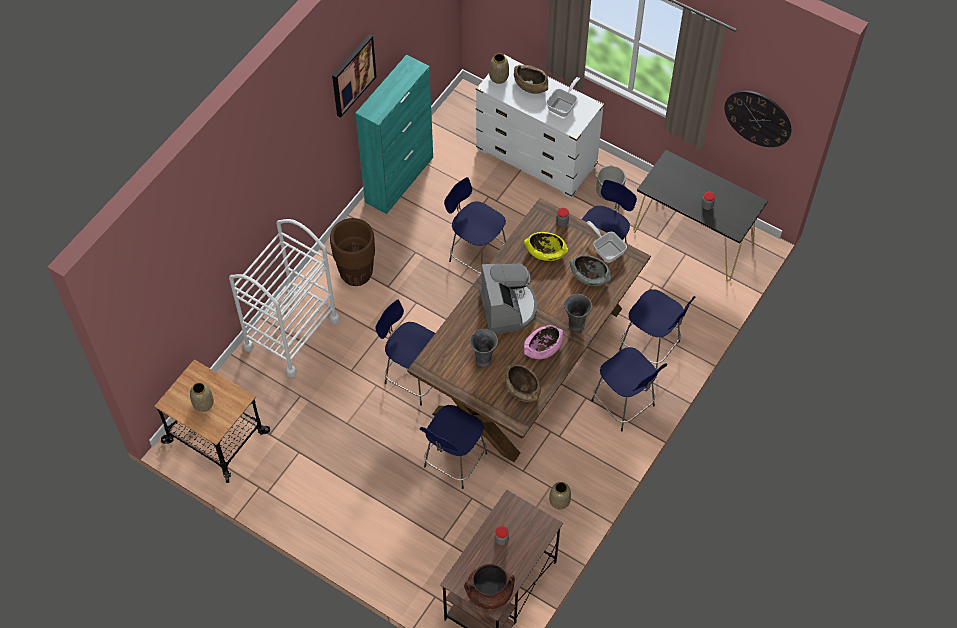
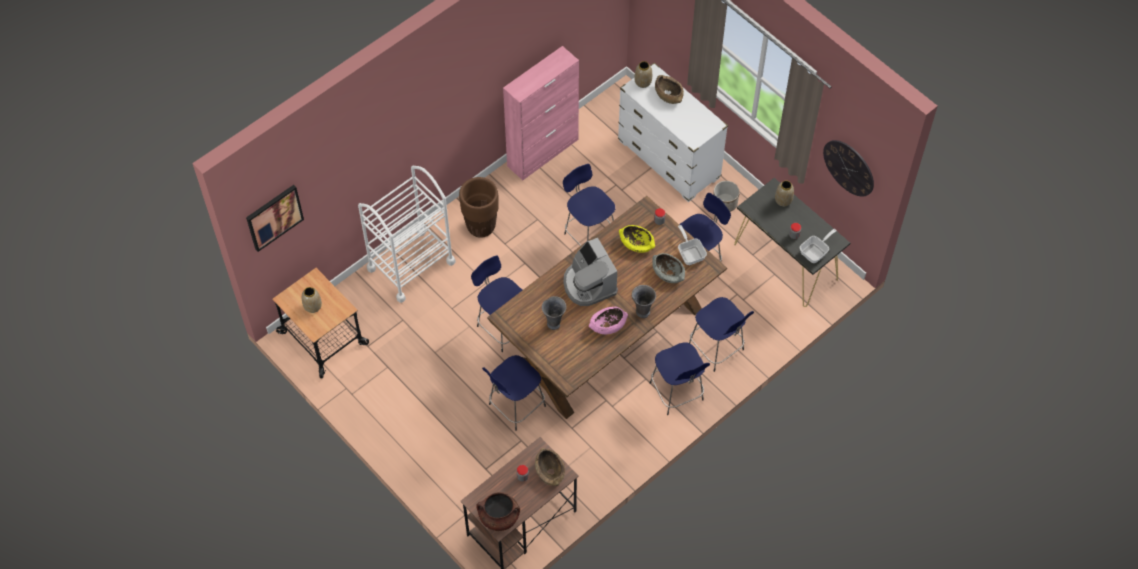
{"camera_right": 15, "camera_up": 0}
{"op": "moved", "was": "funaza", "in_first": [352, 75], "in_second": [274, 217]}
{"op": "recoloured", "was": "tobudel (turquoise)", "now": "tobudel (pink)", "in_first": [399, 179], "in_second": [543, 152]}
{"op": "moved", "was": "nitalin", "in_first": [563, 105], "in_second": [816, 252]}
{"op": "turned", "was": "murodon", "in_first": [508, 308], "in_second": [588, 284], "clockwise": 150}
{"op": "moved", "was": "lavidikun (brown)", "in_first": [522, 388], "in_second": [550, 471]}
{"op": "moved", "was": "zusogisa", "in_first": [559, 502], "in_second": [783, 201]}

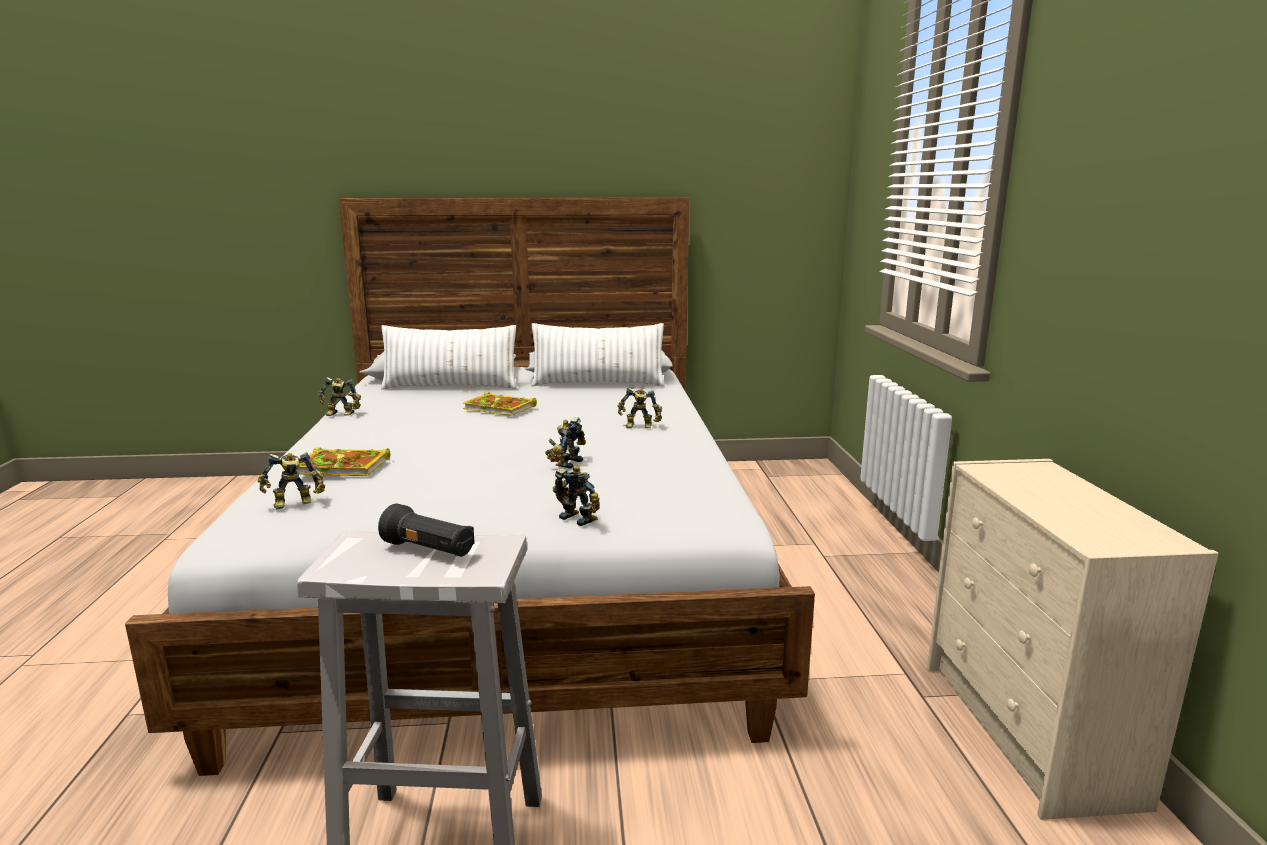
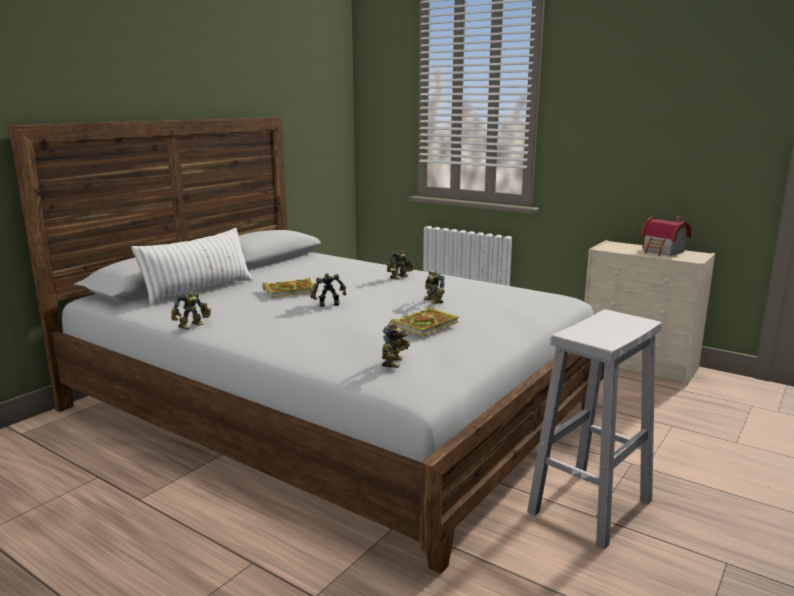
{"camera_right": -50, "camera_up": 0}
{"op": "removed", "was": "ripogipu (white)", "in_first": [598, 384]}
{"op": "moved", "was": "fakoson", "in_first": [345, 467], "in_second": [426, 325]}
{"op": "moved", "was": "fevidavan", "in_first": [579, 517], "in_second": [328, 303]}
{"op": "removed", "was": "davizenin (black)", "in_first": [429, 550]}
{"op": "added", "now": "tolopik", "in_second": [663, 252]}

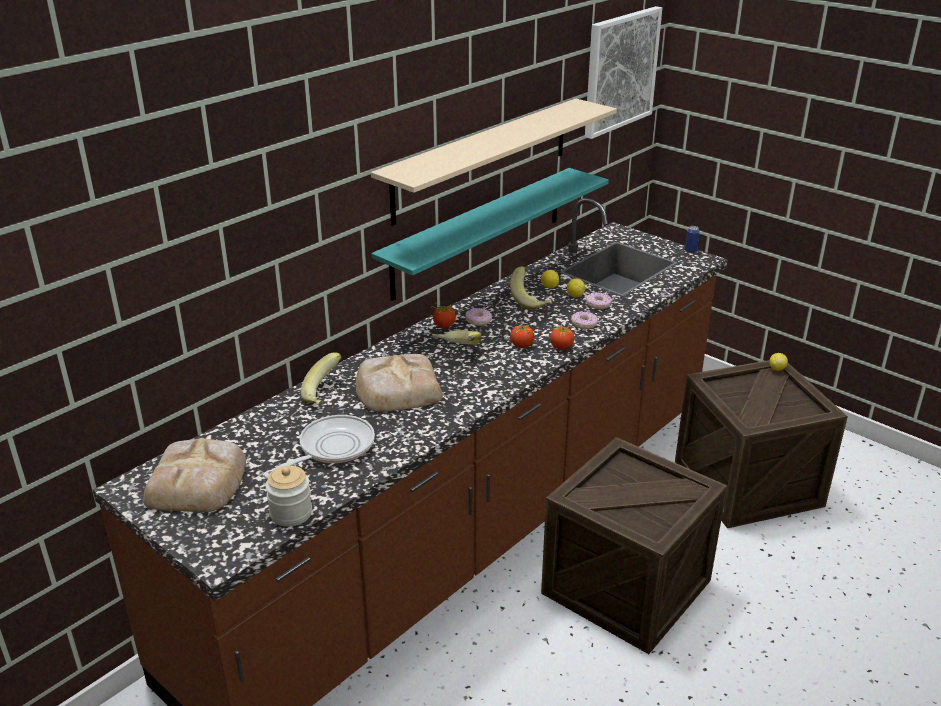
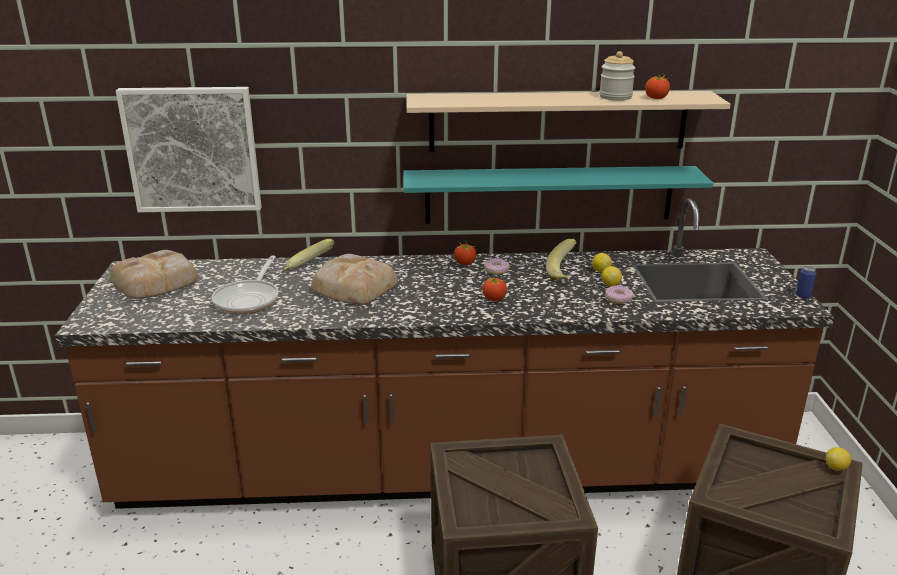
{"camera_right": 45, "camera_up": -5}
{"op": "moved", "was": "funaza", "in_first": [620, 71], "in_second": [192, 149]}
{"op": "removed", "was": "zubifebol", "in_first": [584, 324]}
{"op": "moved", "was": "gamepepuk", "in_first": [561, 347], "in_second": [656, 98]}
{"op": "removed", "was": "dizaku", "in_first": [455, 350]}
{"op": "turned", "was": "nitalin", "in_first": [331, 448], "in_second": [249, 299], "clockwise": 105}
{"op": "moved", "was": "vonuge", "in_first": [291, 513], "in_second": [615, 97]}

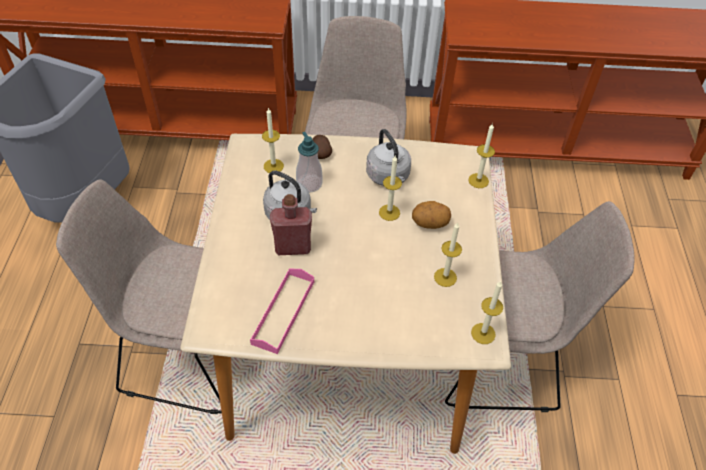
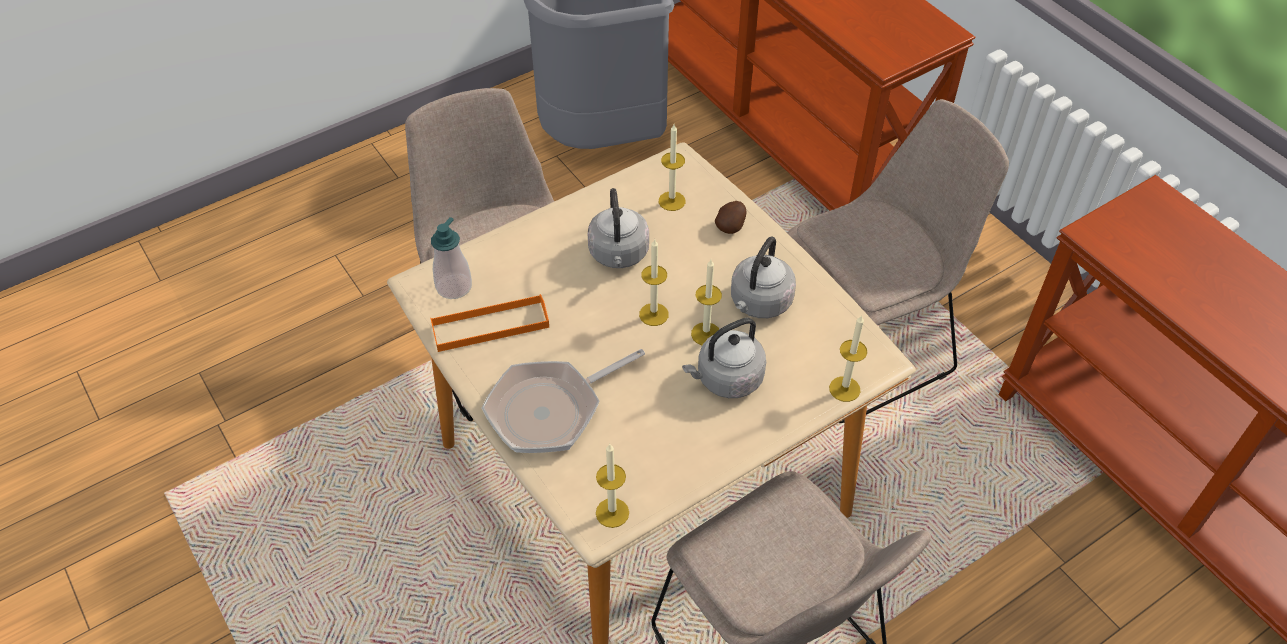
{"camera_right": 55, "camera_up": 0}
{"op": "moved", "was": "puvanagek", "in_first": [309, 184], "in_second": [454, 287]}
{"op": "removed", "was": "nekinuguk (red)", "in_first": [293, 247]}
{"op": "replaced", "was": "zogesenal", "now": "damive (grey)", "in_first": [430, 223], "in_second": [726, 379]}
{"op": "moved", "was": "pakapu", "in_first": [445, 277], "in_second": [653, 314]}
{"op": "recoloured", "was": "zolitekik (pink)", "now": "zolitekik (orange)", "in_first": [283, 312], "in_second": [490, 326]}
{"op": "added", "now": "nitalin", "in_second": [551, 410]}

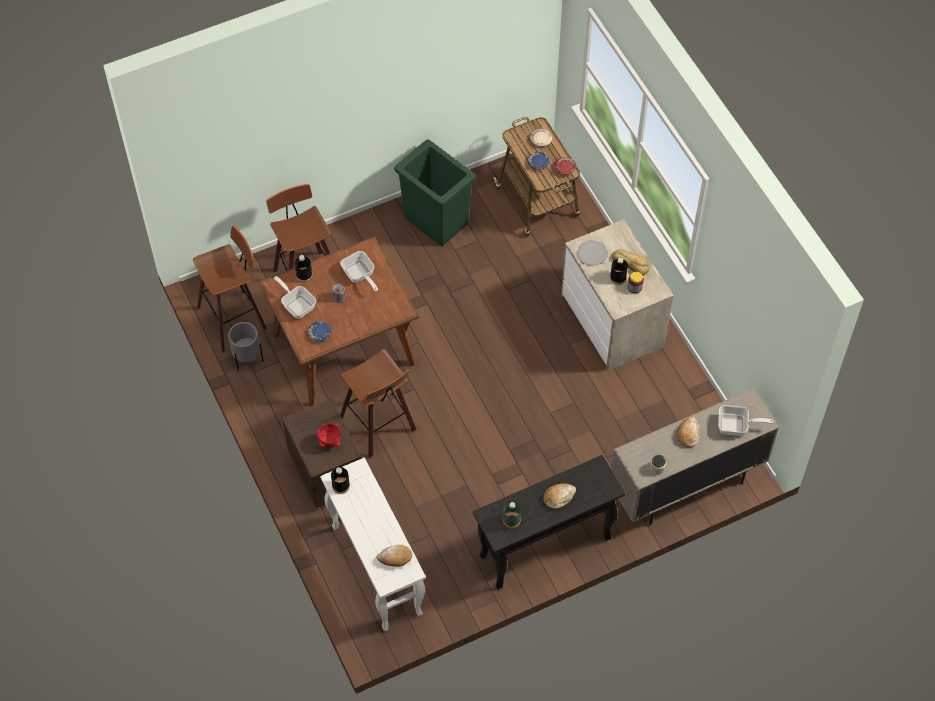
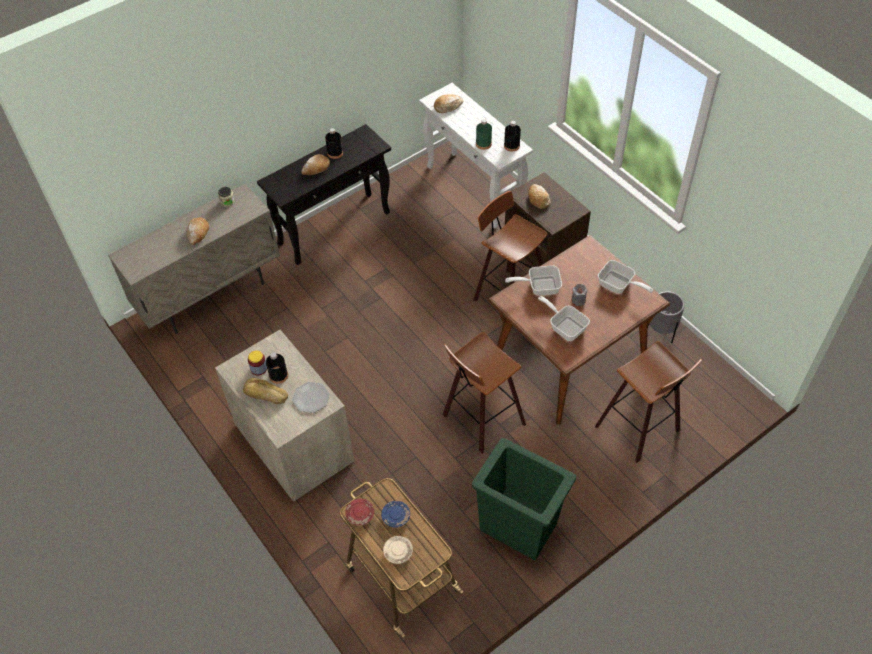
{"camera_right": 170, "camera_up": -5}
{"op": "moved", "was": "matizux", "in_first": [234, 318], "in_second": [481, 420]}
{"op": "moved", "was": "nekinuguk (black)", "in_first": [304, 275], "in_second": [335, 153]}
{"op": "removed", "was": "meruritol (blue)", "in_first": [320, 334]}
{"op": "moved", "was": "nitalin", "in_first": [736, 426], "in_second": [539, 287]}
{"op": "replaced", "was": "lavidikun (red)", "now": "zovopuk", "in_first": [330, 443], "in_second": [538, 199]}
{"op": "moved", "was": "nekinuguk (green)", "in_first": [511, 520], "in_second": [483, 144]}

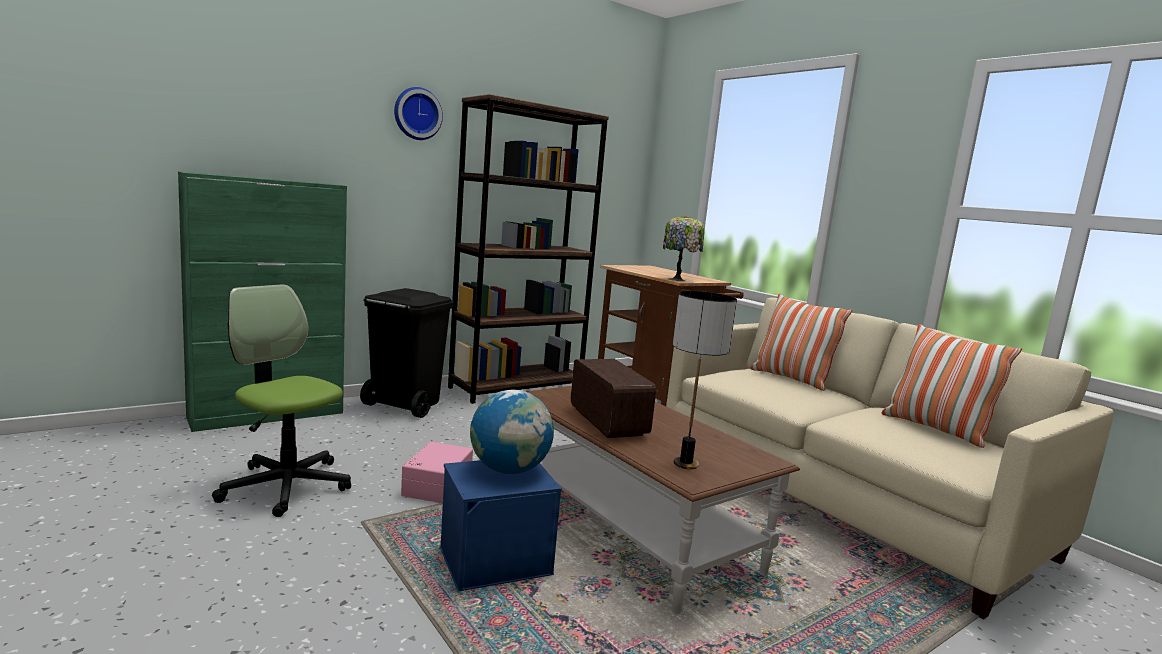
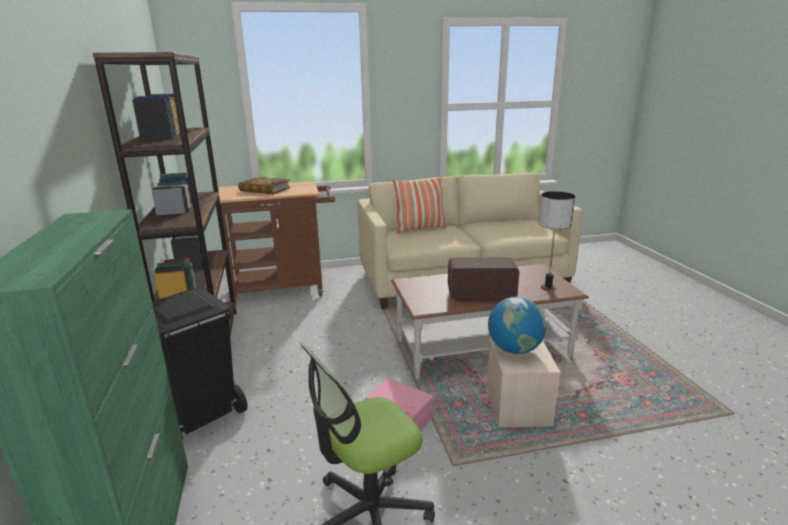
{"camera_right": -65, "camera_up": 10}
{"op": "removed", "was": "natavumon", "in_first": [417, 114]}
{"op": "removed", "was": "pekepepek", "in_first": [678, 280]}
{"op": "removed", "was": "ripogipu", "in_first": [935, 429]}
{"op": "recoloured", "was": "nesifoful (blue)", "now": "nesifoful (beige)", "in_first": [496, 561], "in_second": [516, 406]}
{"op": "added", "now": "fakoson", "in_second": [265, 189]}

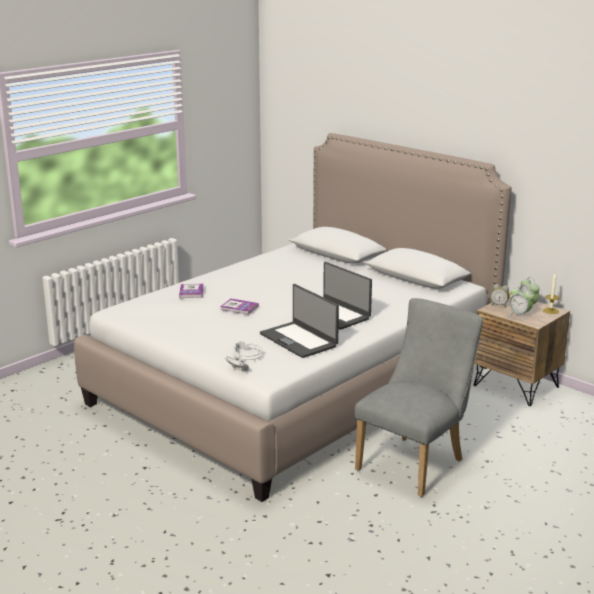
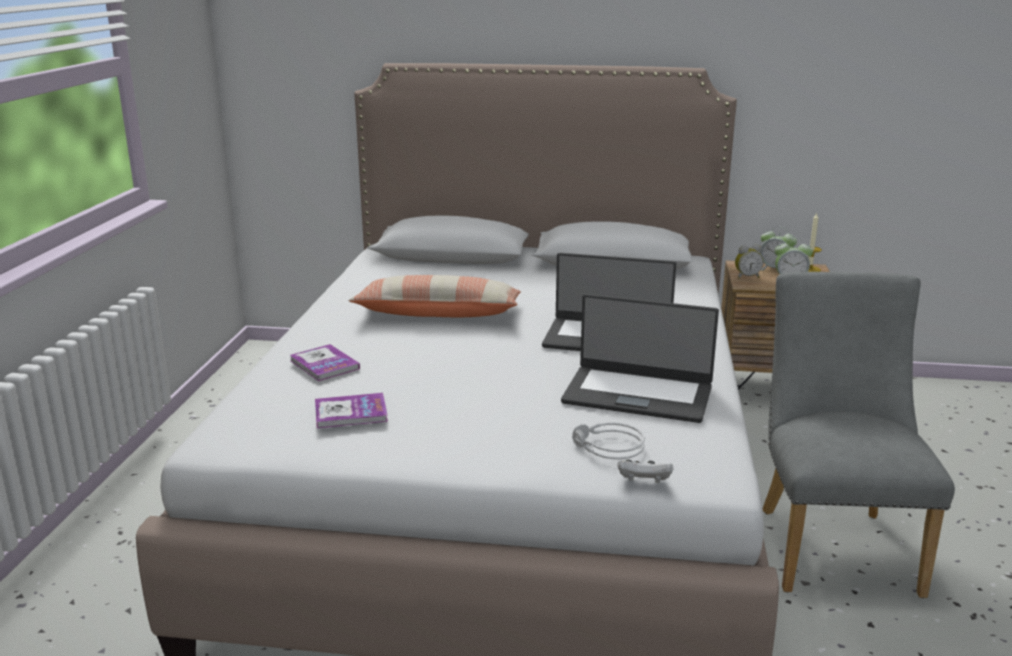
{"camera_right": -35, "camera_up": 0}
{"op": "moved", "was": "fakoson", "in_first": [239, 307], "in_second": [351, 413]}
{"op": "added", "now": "ripogipu", "in_second": [438, 314]}

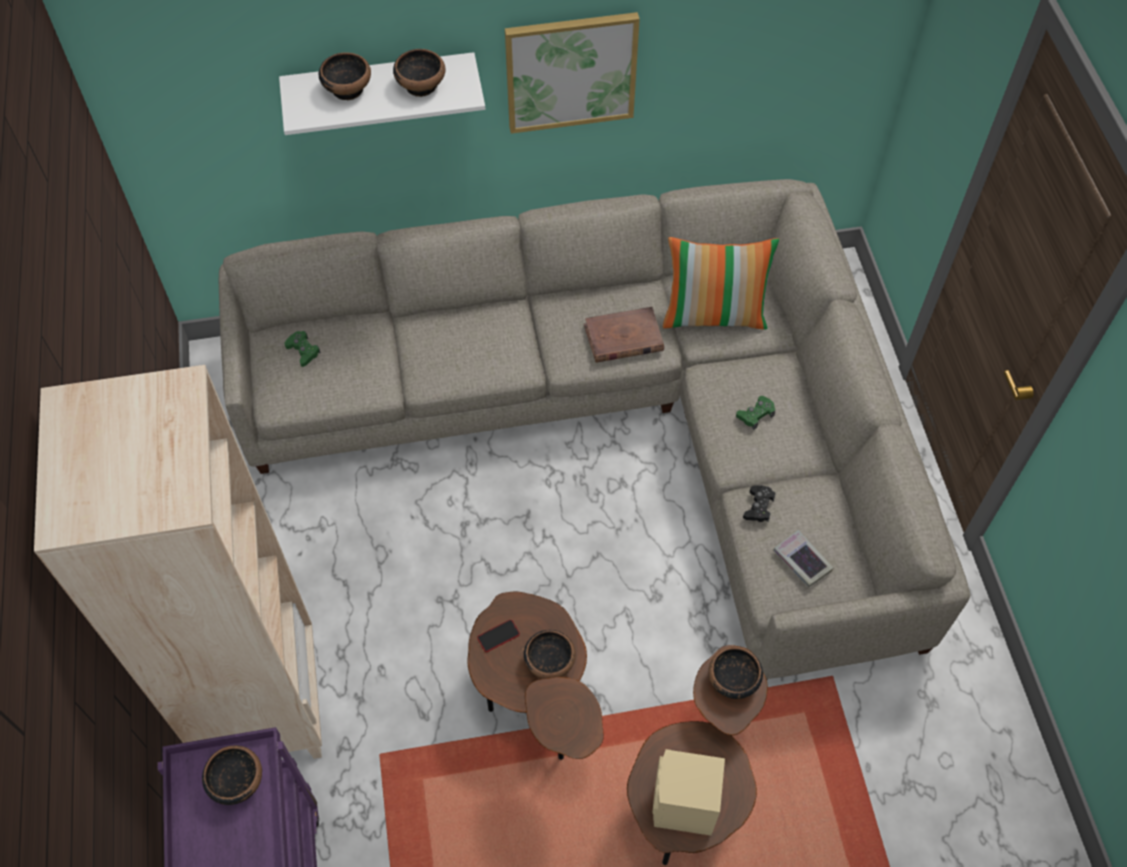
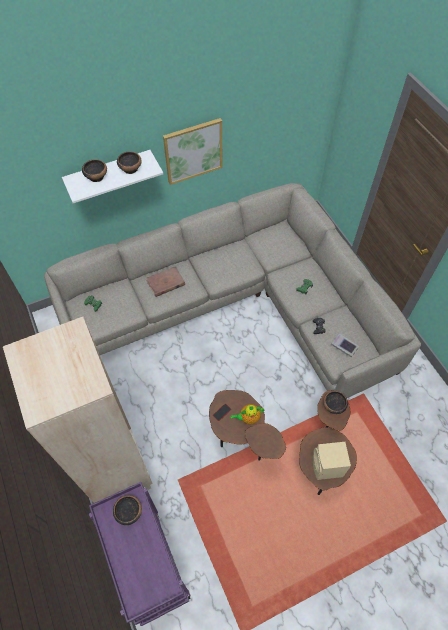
{"camera_right": -15, "camera_up": 0}
{"op": "removed", "was": "ripogipu", "in_first": [714, 315]}
{"op": "moved", "was": "fakoson (brown)", "in_first": [623, 338], "in_second": [165, 283]}
{"op": "replaced", "was": "lavidikun", "now": "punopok", "in_first": [550, 661], "in_second": [248, 418]}

